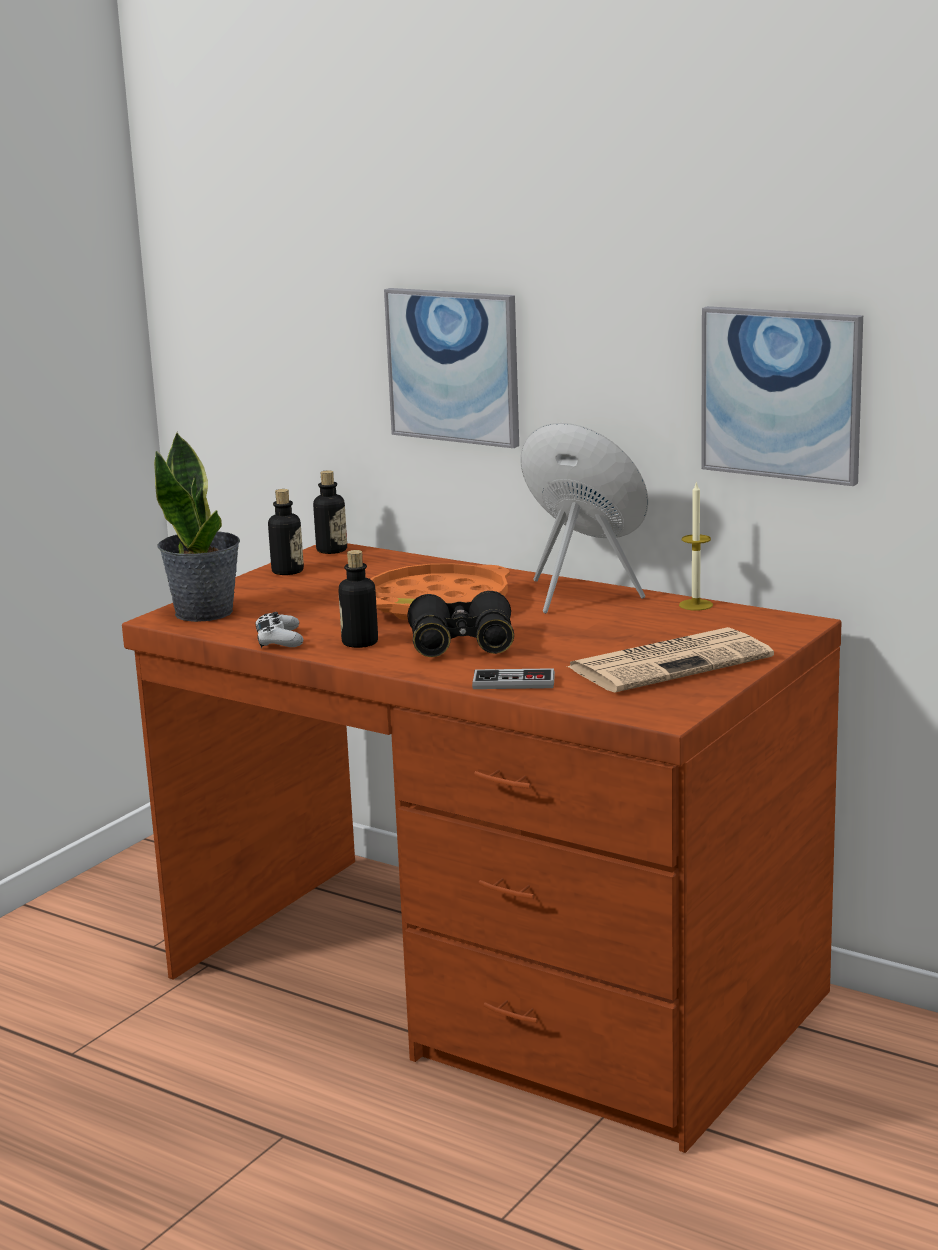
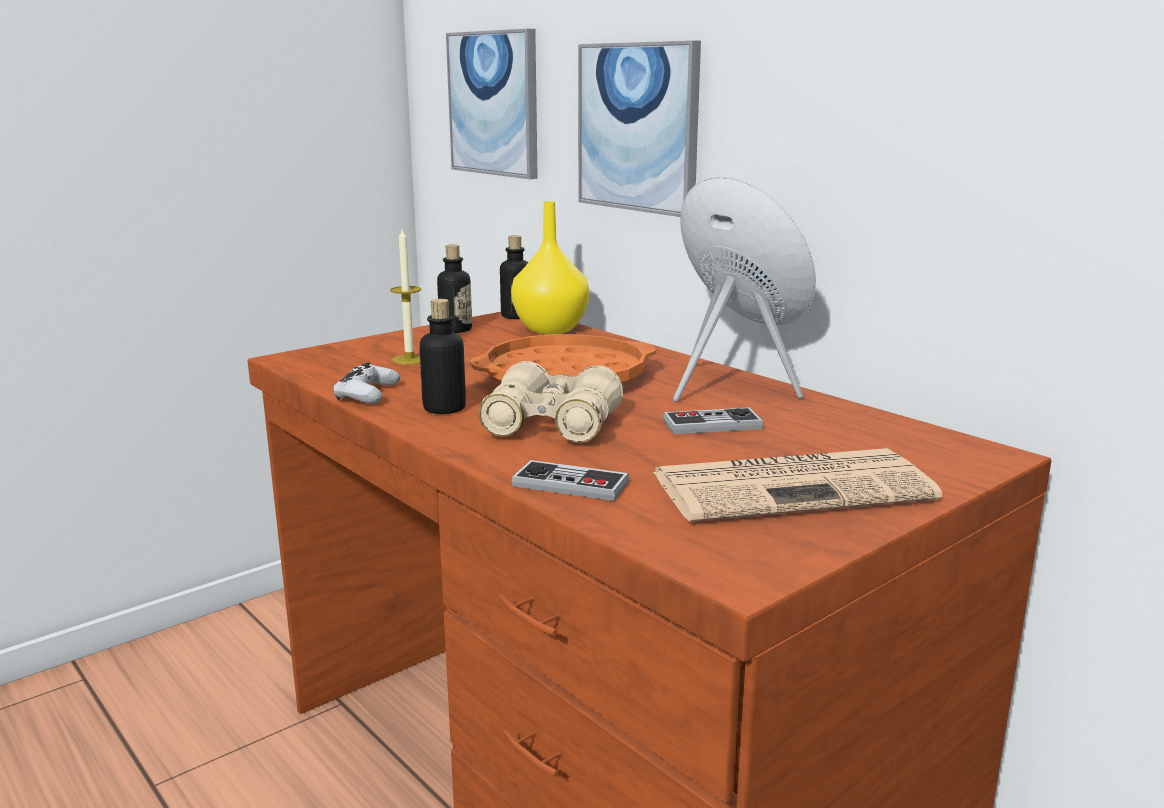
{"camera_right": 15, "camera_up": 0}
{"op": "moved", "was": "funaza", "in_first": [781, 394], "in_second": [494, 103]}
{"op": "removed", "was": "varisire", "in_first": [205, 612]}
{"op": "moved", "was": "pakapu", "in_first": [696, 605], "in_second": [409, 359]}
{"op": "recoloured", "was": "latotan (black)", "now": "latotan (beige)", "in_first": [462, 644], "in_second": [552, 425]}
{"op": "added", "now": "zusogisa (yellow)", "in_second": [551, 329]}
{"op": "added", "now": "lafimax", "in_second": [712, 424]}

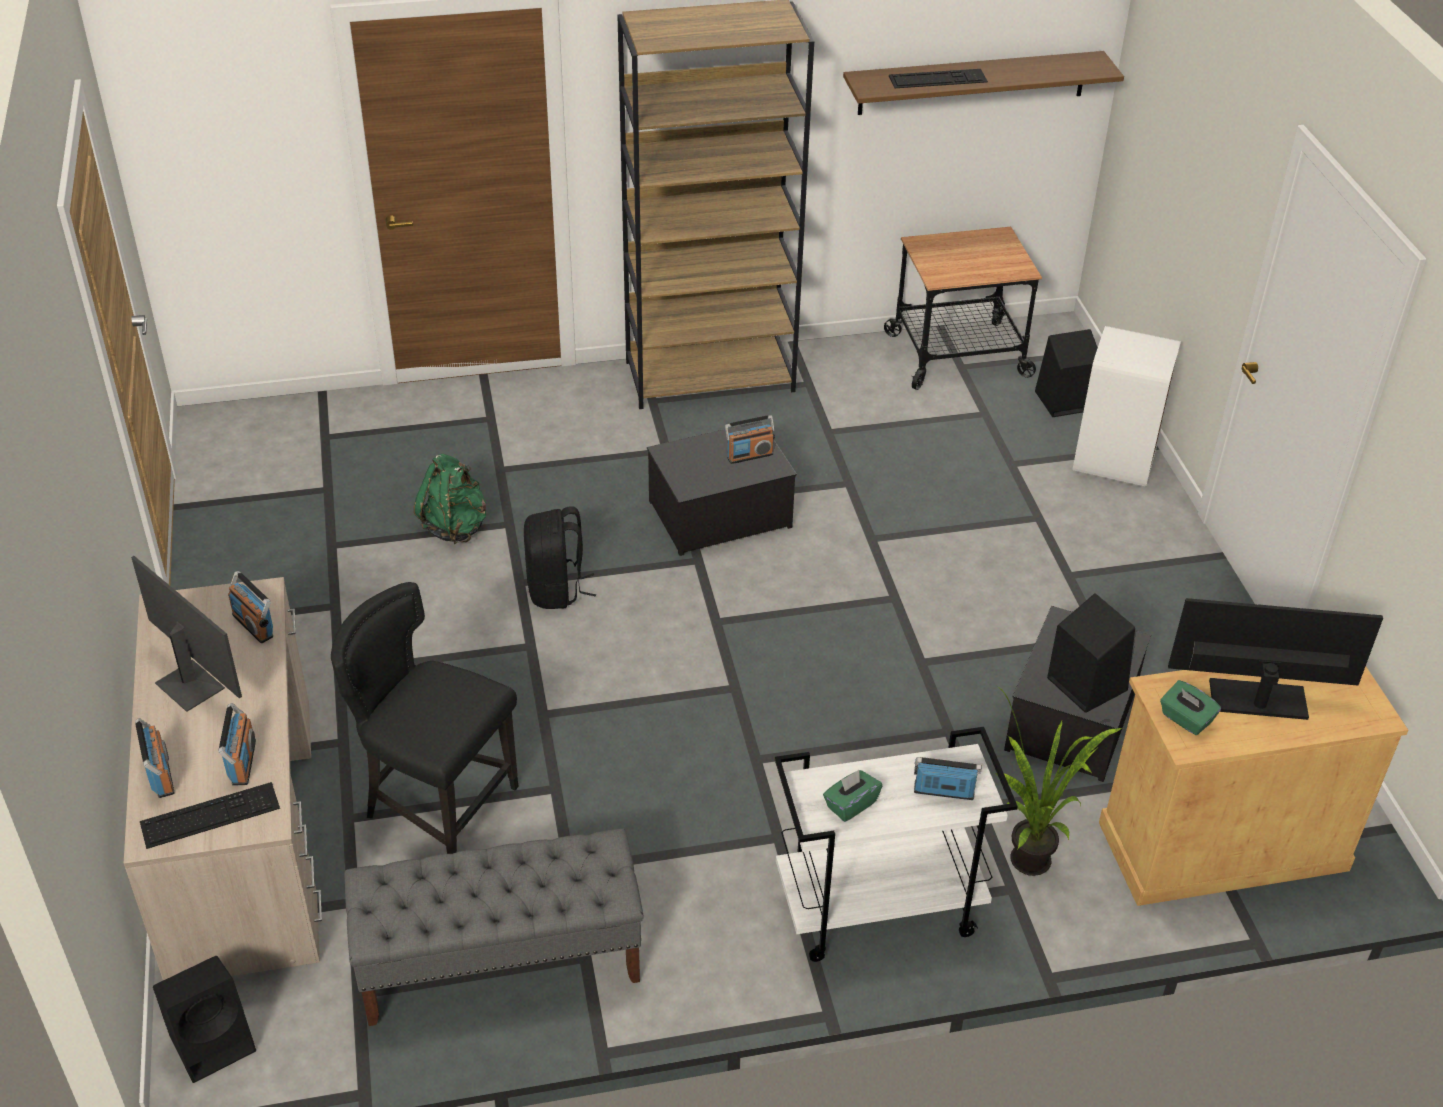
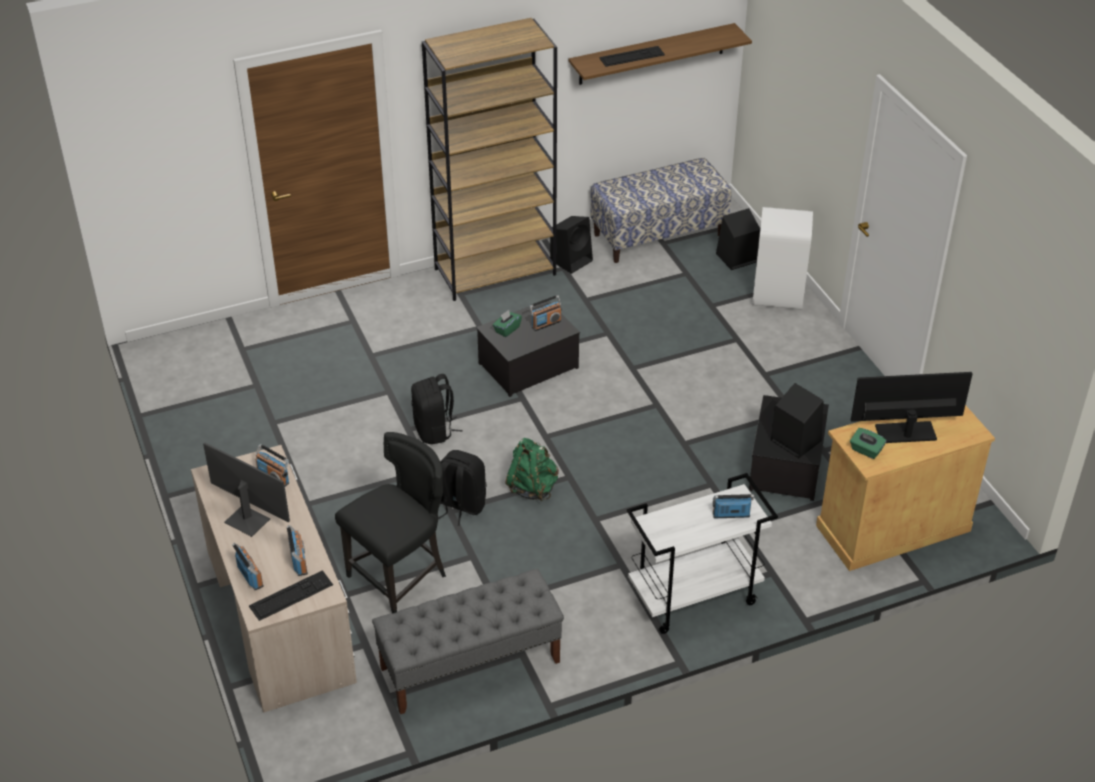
{"camera_right": -10, "camera_up": 0}
{"op": "replaced", "was": "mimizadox", "now": "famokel", "in_first": [957, 354], "in_second": [658, 234]}
{"op": "moved", "was": "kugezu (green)", "in_first": [455, 527], "in_second": [532, 487]}
{"op": "turned", "was": "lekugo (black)", "in_first": [438, 805], "in_second": [400, 578], "clockwise": 120}
{"op": "removed", "was": "varisire", "in_first": [1028, 869]}
{"op": "moved", "was": "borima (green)", "in_first": [850, 804], "in_second": [507, 329]}
{"op": "moved", "was": "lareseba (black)", "in_first": [214, 1041], "in_second": [572, 260]}
{"op": "added", "now": "kugezu (black)", "in_second": [460, 505]}

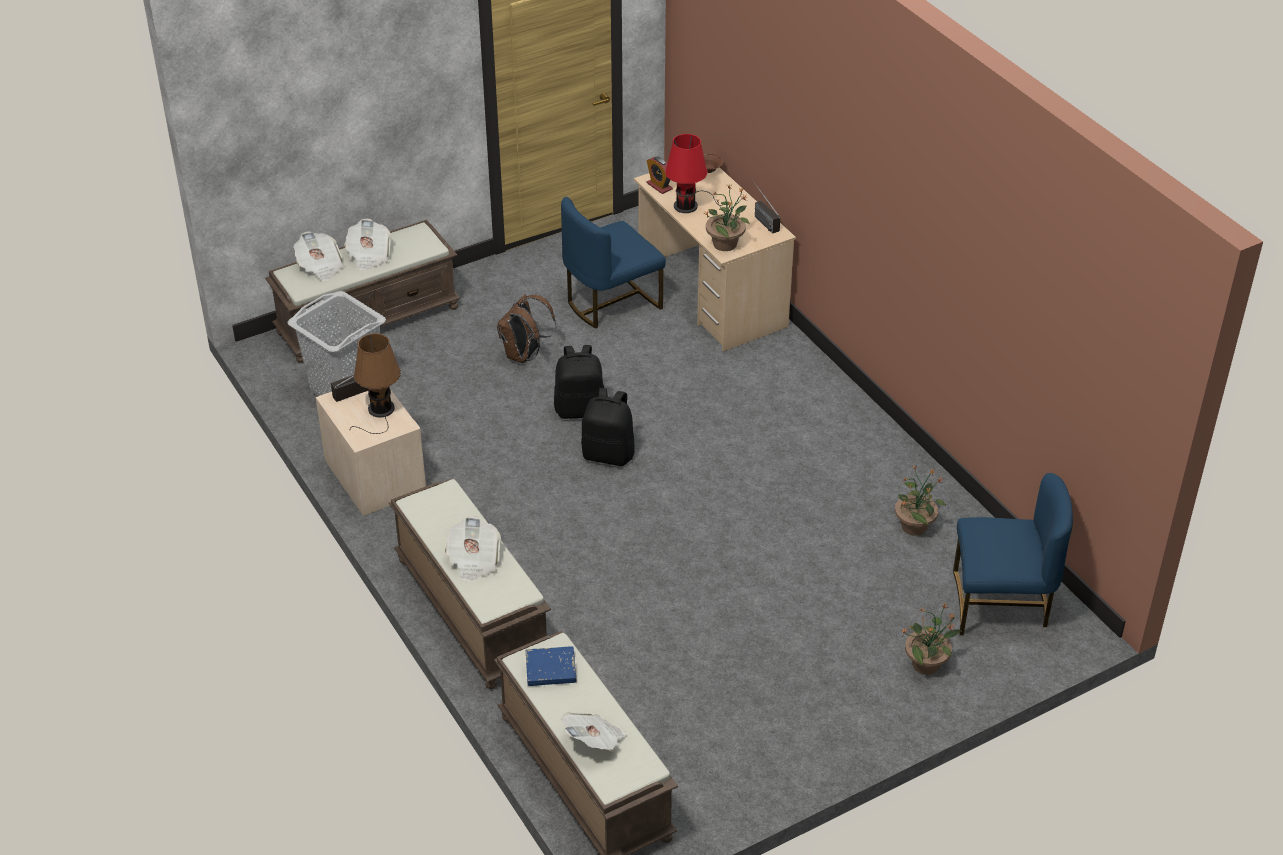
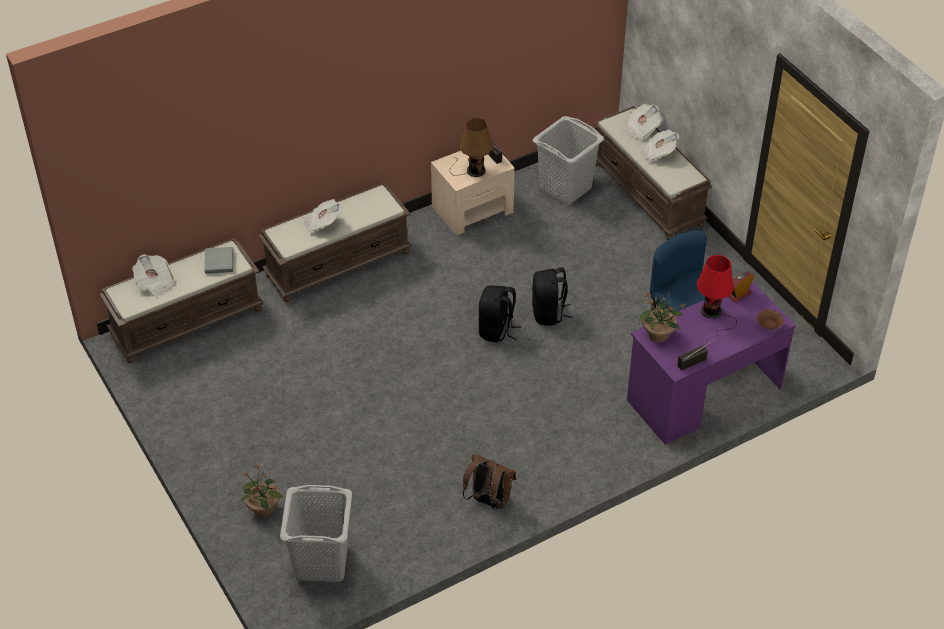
{"camera_right": 90, "camera_up": 5}
{"op": "recoloured", "was": "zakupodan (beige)", "now": "zakupodan (purple)", "in_first": [711, 296], "in_second": [703, 394]}
{"op": "moved", "was": "kugezu (brown)", "in_first": [524, 355], "in_second": [488, 500]}
{"op": "removed", "was": "varisire", "in_first": [914, 526]}
{"op": "replaced", "was": "lekugo (blue)", "now": "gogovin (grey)", "in_first": [1000, 604], "in_second": [321, 562]}
{"op": "recoloured", "was": "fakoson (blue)", "now": "fakoson (grey)", "in_first": [550, 669], "in_second": [219, 262]}

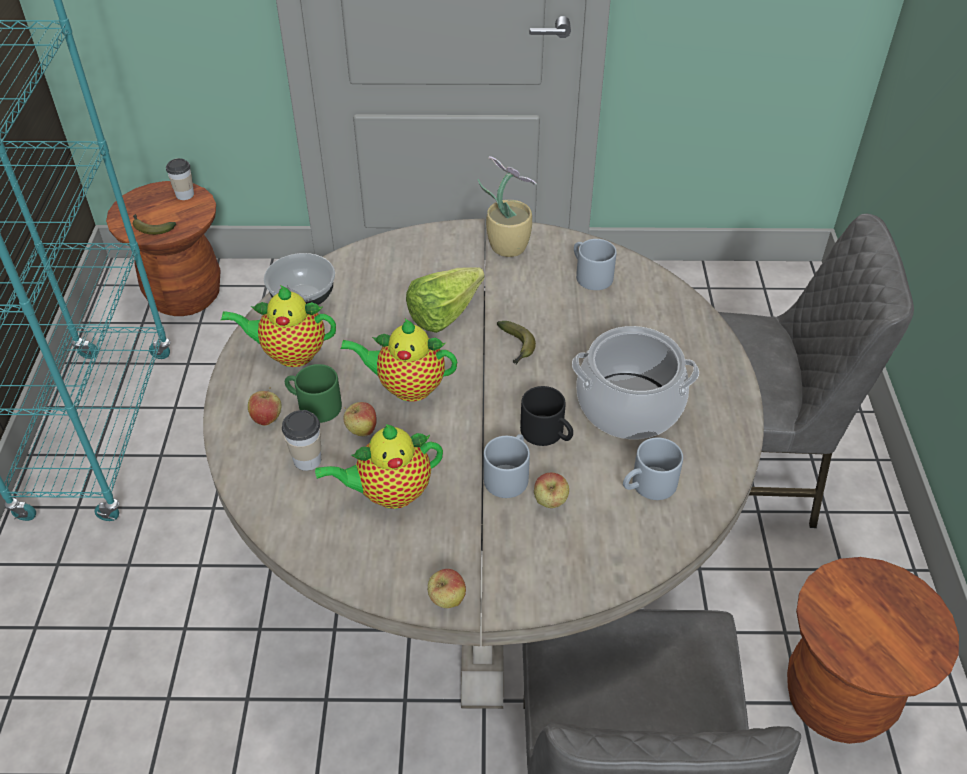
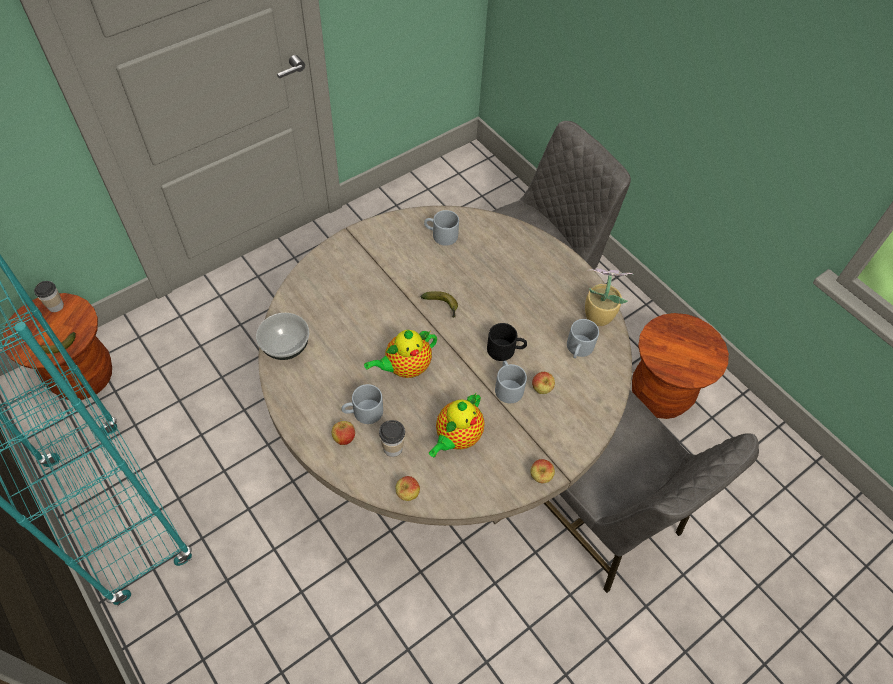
{"camera_right": -40, "camera_up": 10}
{"op": "moved", "was": "varisire", "in_first": [507, 246], "in_second": [597, 315]}
{"op": "removed", "was": "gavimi", "in_first": [451, 312]}
{"op": "removed", "was": "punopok", "in_first": [290, 354]}
{"op": "removed", "was": "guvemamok", "in_first": [629, 405]}
{"op": "recoloured", "was": "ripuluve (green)", "now": "ripuluve (grey)", "in_first": [313, 406], "in_second": [363, 413]}
{"op": "moved", "was": "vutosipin", "in_first": [361, 431], "in_second": [407, 494]}

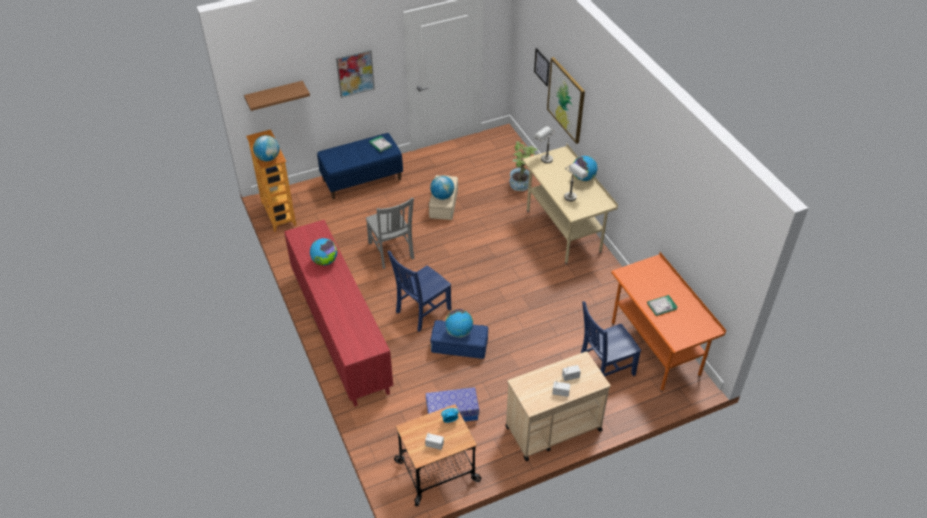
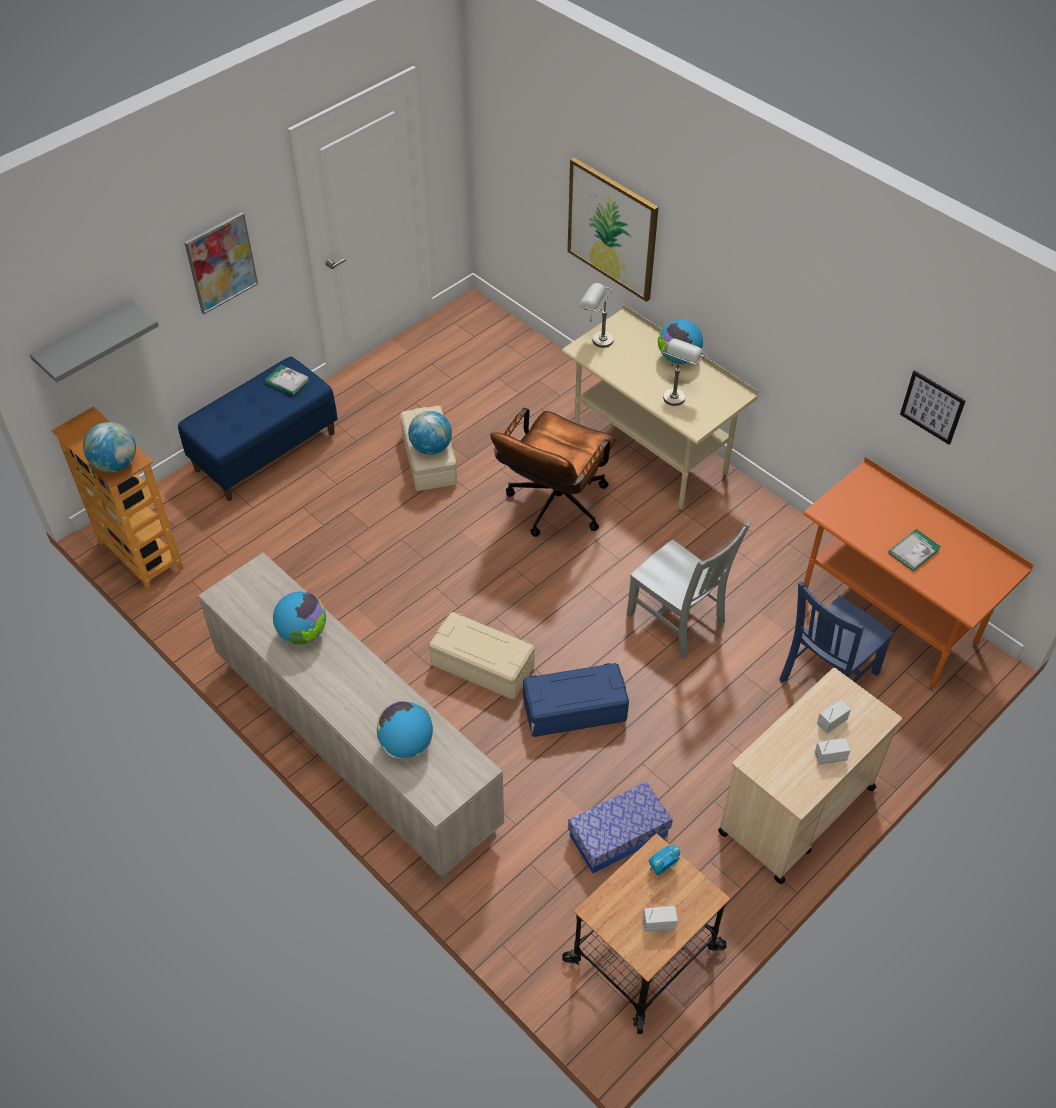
{"camera_right": -20, "camera_up": 5}
{"op": "moved", "was": "funaza", "in_first": [542, 67], "in_second": [932, 407]}
{"op": "recoloured", "was": "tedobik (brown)", "now": "tedobik (grey)", "in_first": [275, 95], "in_second": [86, 341]}
{"op": "removed", "was": "varisire", "in_first": [523, 185]}
{"op": "moved", "was": "lekugo (grey)", "in_first": [391, 251], "in_second": [678, 621]}
{"op": "recoloured", "was": "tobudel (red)", "now": "tobudel (beige)", "in_first": [340, 332], "in_second": [355, 748]}
{"op": "replaced", "was": "lekugo (blue)", "now": "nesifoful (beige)", "in_first": [421, 311], "in_second": [481, 666]}
{"op": "moved", "was": "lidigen", "in_first": [459, 332], "in_second": [406, 744]}
{"op": "added", "now": "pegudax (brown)", "in_second": [553, 508]}

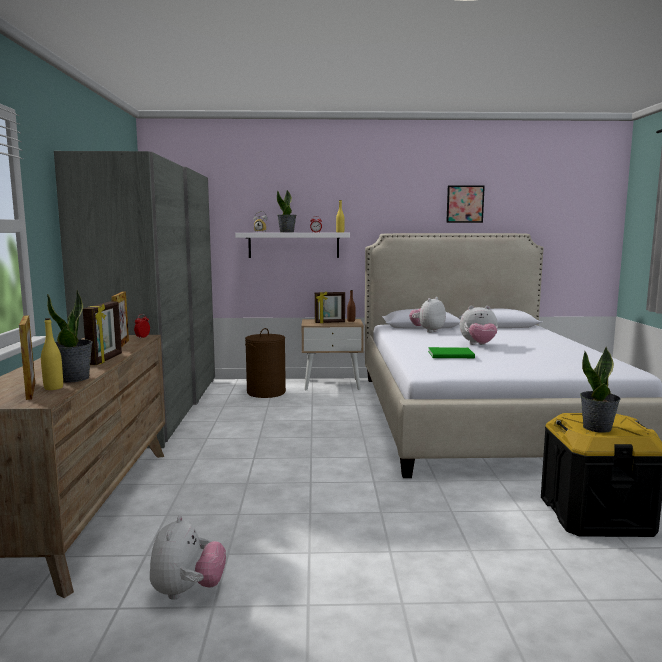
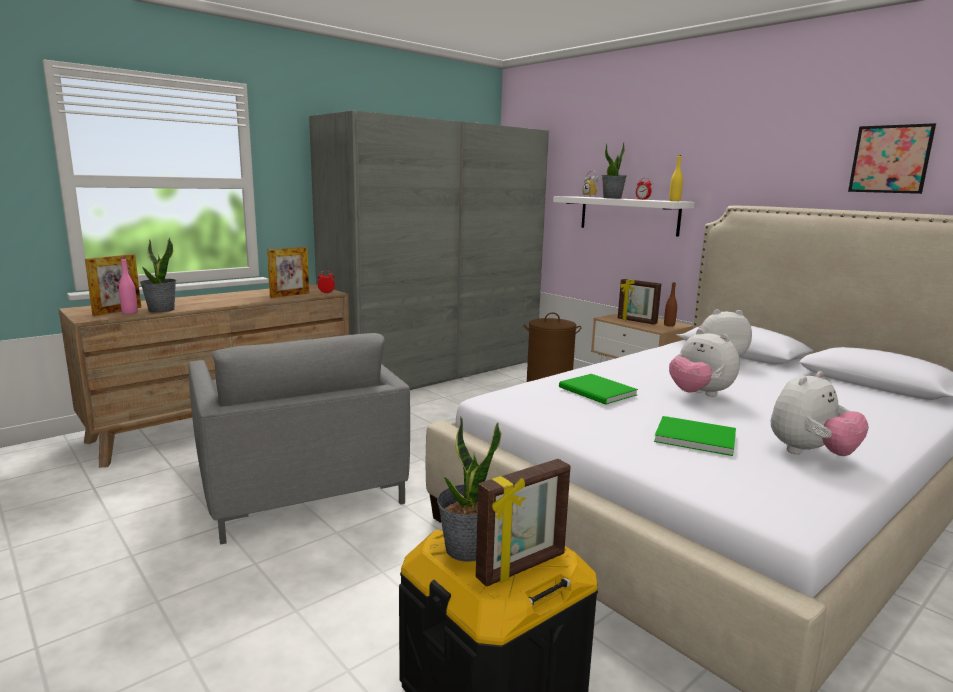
{"camera_right": 50, "camera_up": 5}
{"op": "moved", "was": "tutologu", "in_first": [106, 359], "in_second": [522, 567]}
{"op": "recoloured", "was": "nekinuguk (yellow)", "now": "nekinuguk (pink)", "in_first": [53, 388], "in_second": [129, 312]}
{"op": "moved", "was": "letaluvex", "in_first": [187, 591], "in_second": [810, 453]}
{"op": "added", "now": "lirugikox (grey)", "in_second": [299, 485]}
{"op": "added", "now": "fakoson (green)", "in_second": [693, 436]}

